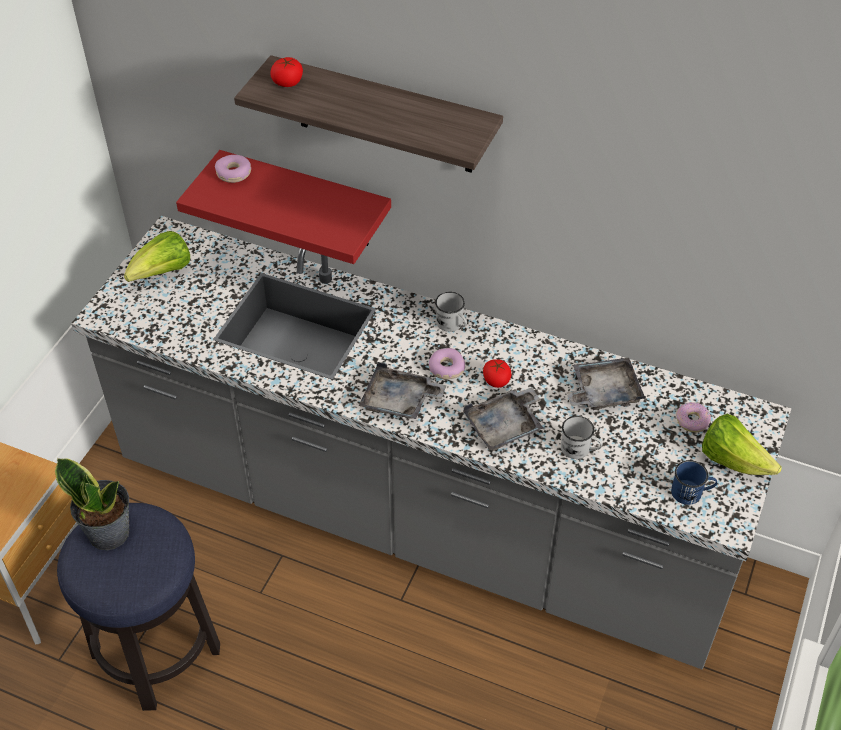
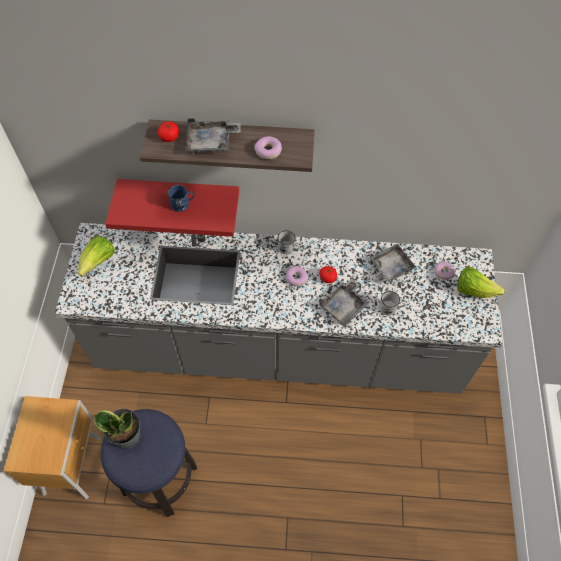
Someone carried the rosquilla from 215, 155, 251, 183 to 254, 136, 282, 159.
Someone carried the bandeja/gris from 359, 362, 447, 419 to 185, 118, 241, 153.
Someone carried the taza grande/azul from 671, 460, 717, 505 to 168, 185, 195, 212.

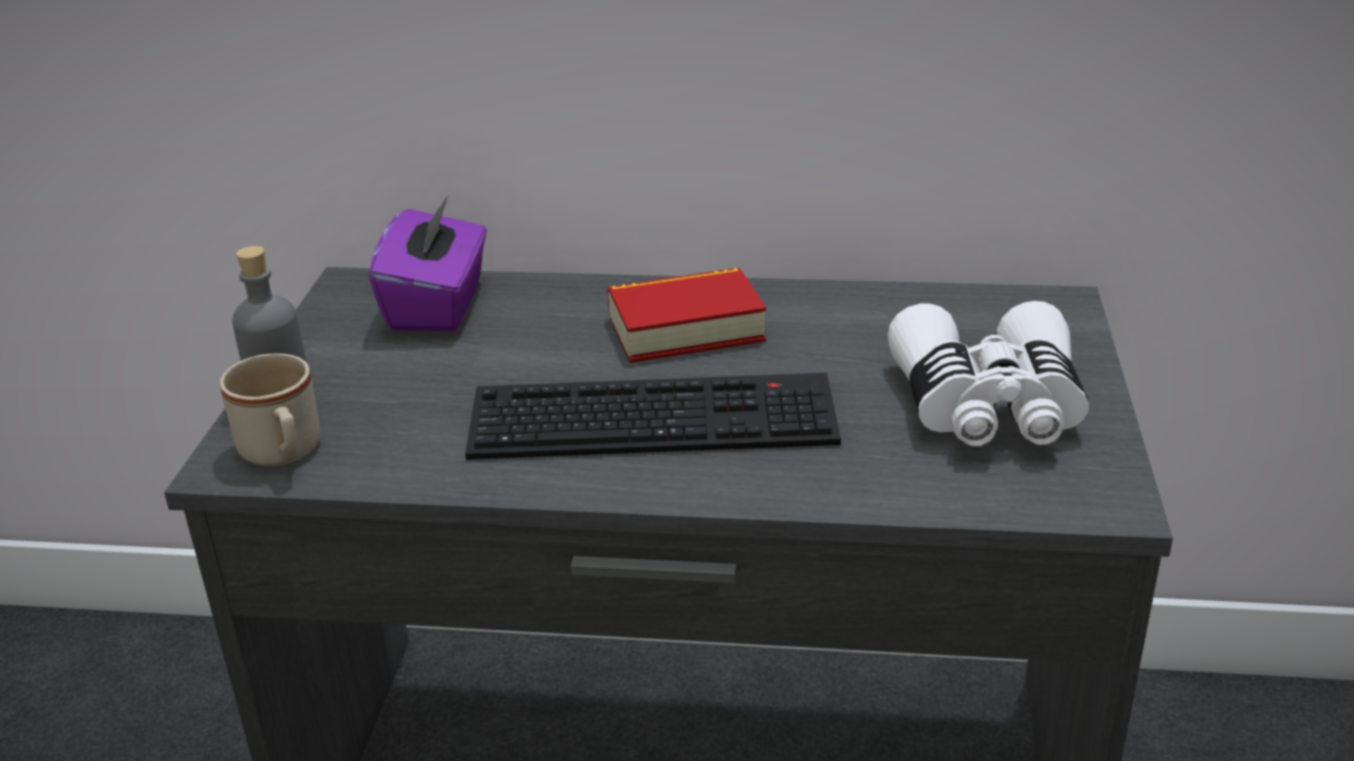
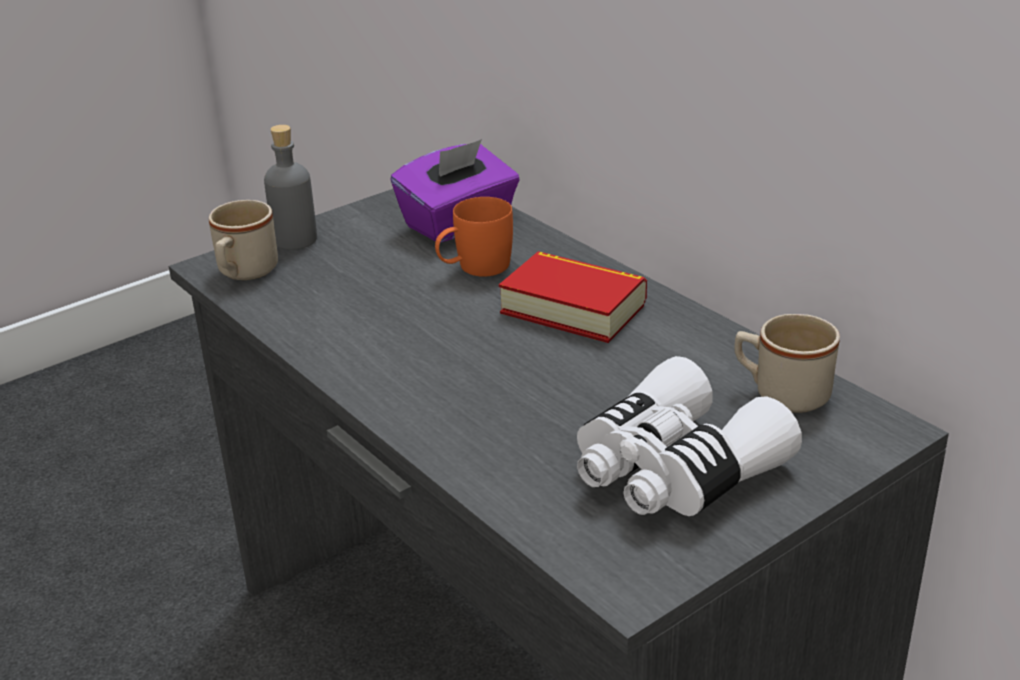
Someone took away the teclado at 465, 373, 841, 460.
Someone put down the taza grande/naranja at 435, 197, 513, 277.
Someone put down the taza grande/beis at 734, 314, 840, 413.

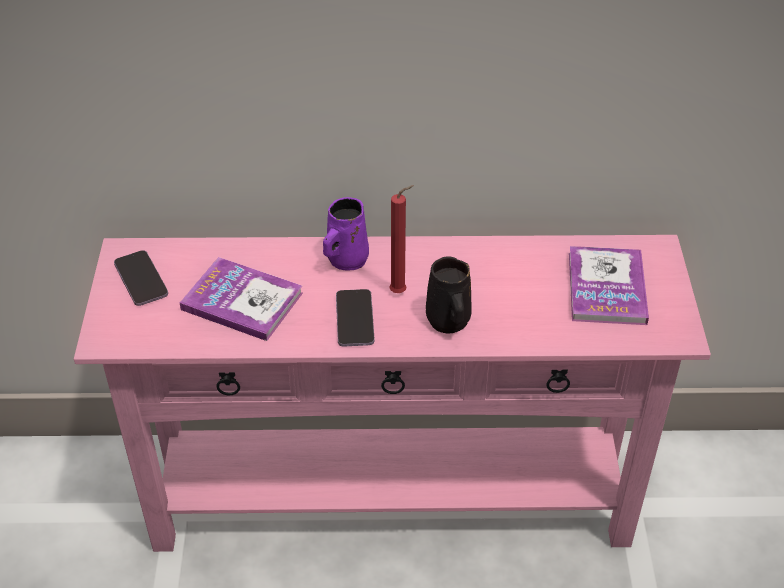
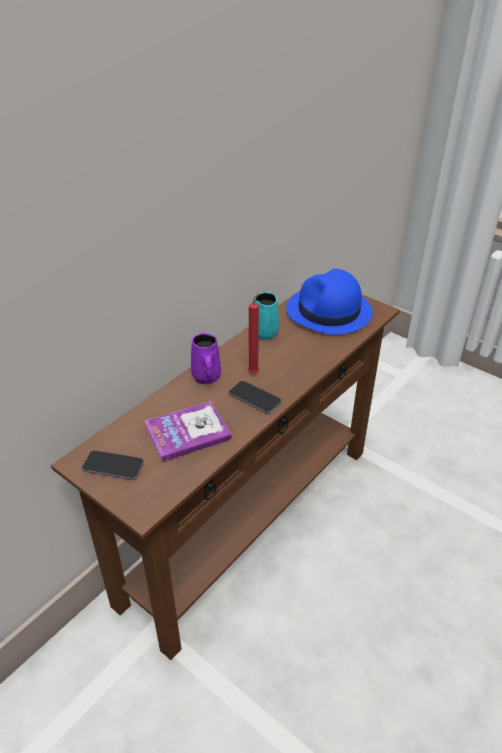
Someone took away the taza grande/negro at 426, 256, 472, 334.
Someone put down the taza grande/turquesa at 255, 292, 279, 340.
Someone swapped the libro at 569, 246, 649, 325 for the sombrero/azul at 286, 269, 373, 335.
Someone repainted the mesa consola/rosa at 74, 235, 711, 552, which became the mesa consola/marrón at 51, 290, 400, 660.

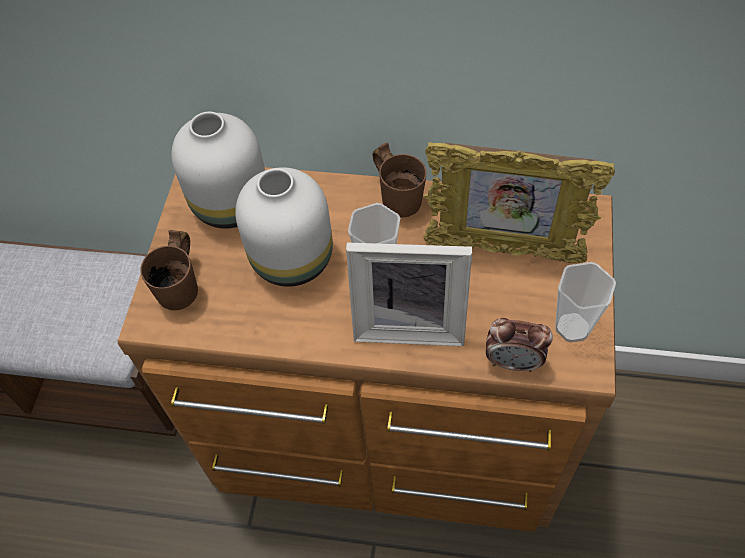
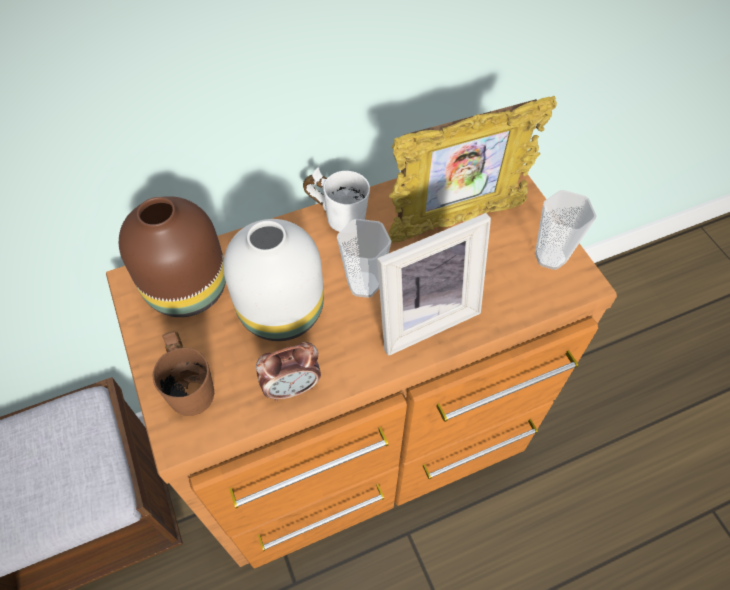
Someone carried the despertador from 486, 318, 553, 372 to 256, 342, 321, 401.
Someone repainted the florero/blanco at 171, 112, 265, 229, which became the florero/marrón at 119, 196, 226, 317.
Someone repainted the taza grande/marrón at 372, 143, 427, 217, which became the taza grande/blanco at 303, 167, 370, 232.

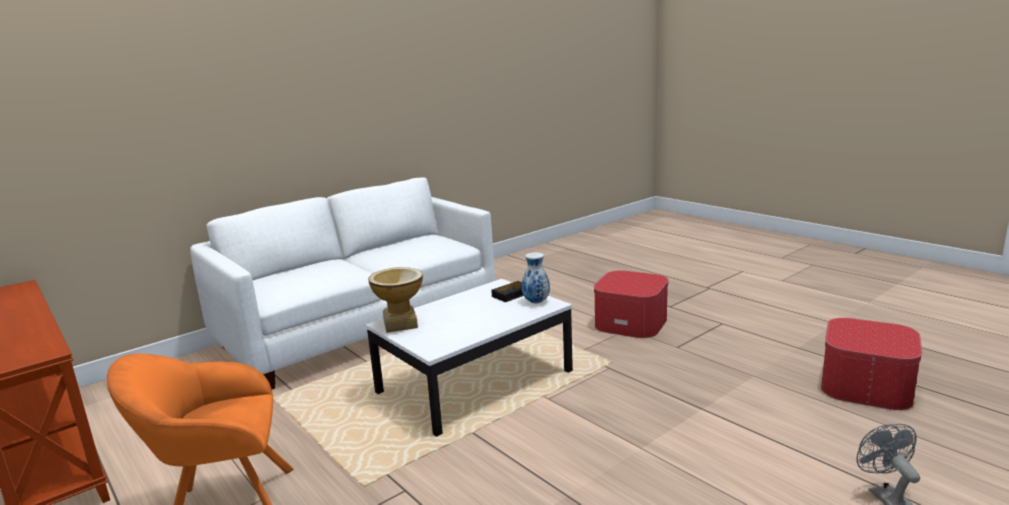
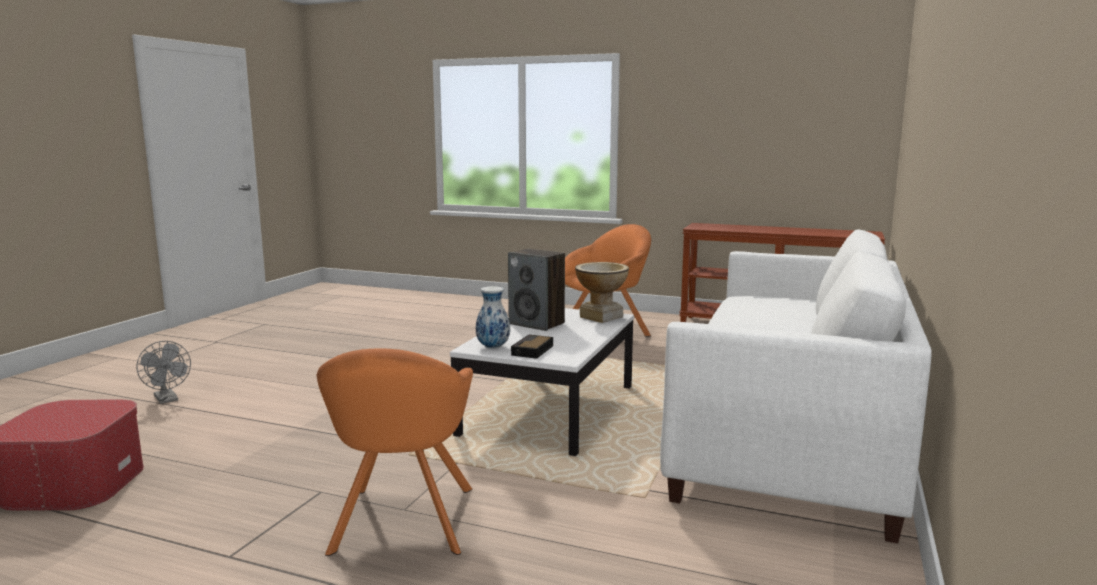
Someone put down the altavoz at 508, 249, 565, 331.
Someone swapped the puf at 594, 270, 669, 338 for the sillón/naranja at 317, 348, 473, 556.

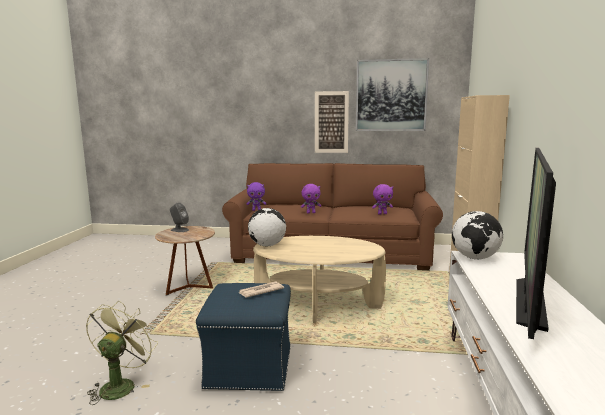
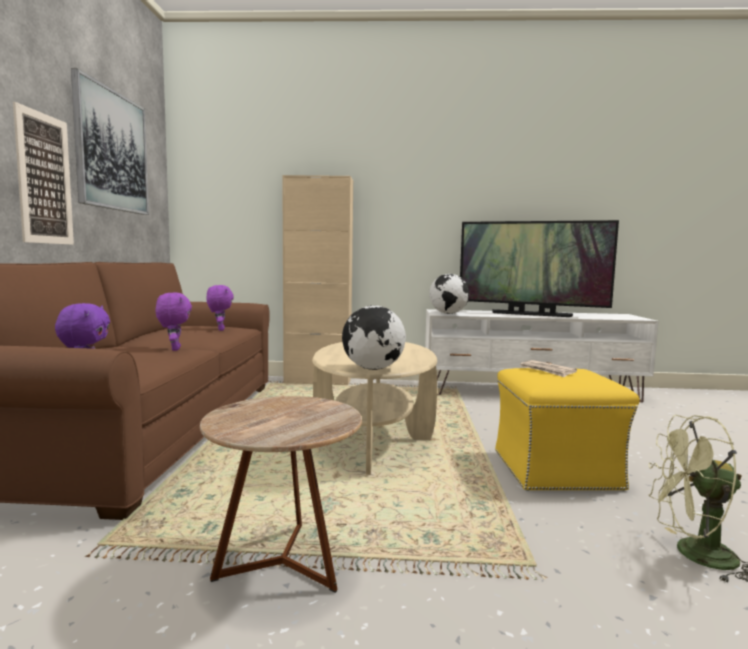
Someone took away the altavoz/gris at 170, 202, 189, 232.
Someone repainted the puf/azul at 196, 283, 291, 391, which became the puf/amarillo at 495, 368, 640, 491.

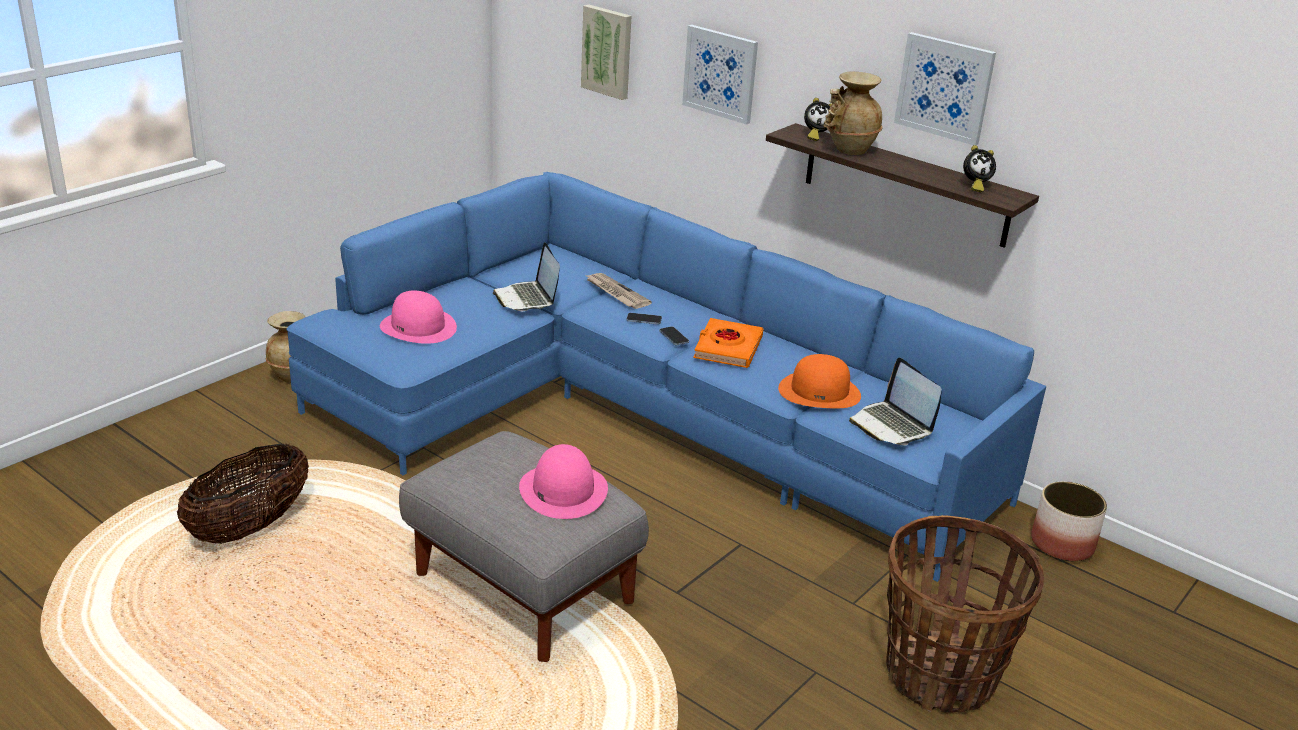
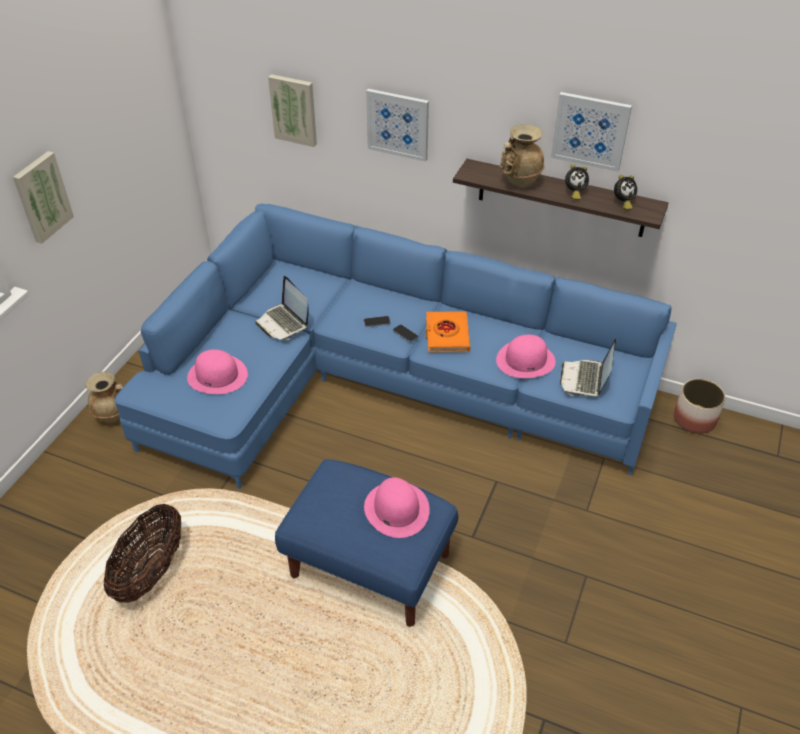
Someone took away the periódico at 586, 273, 652, 309.
Someone took away the cesta at 886, 515, 1044, 713.
Someone put up the cuadro at 13, 151, 74, 244.
Someone carried the despertador from 804, 98, 832, 141 to 565, 164, 589, 200.
Someone repainted the puf/gris at 399, 431, 649, 662, which became the puf/azul at 275, 459, 458, 627.
Someone repainted the sombrero/naranja at 778, 354, 861, 408, which became the sombrero/rosa at 496, 335, 555, 378.
Someone rotated the portátil at 849, 358, 942, 446 by 60 degrees clockwise.

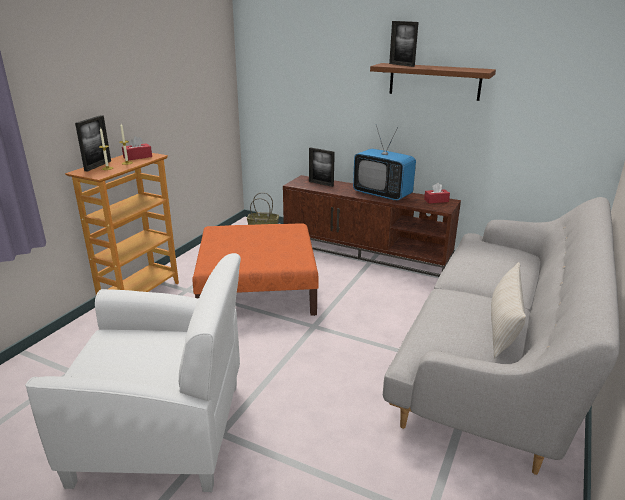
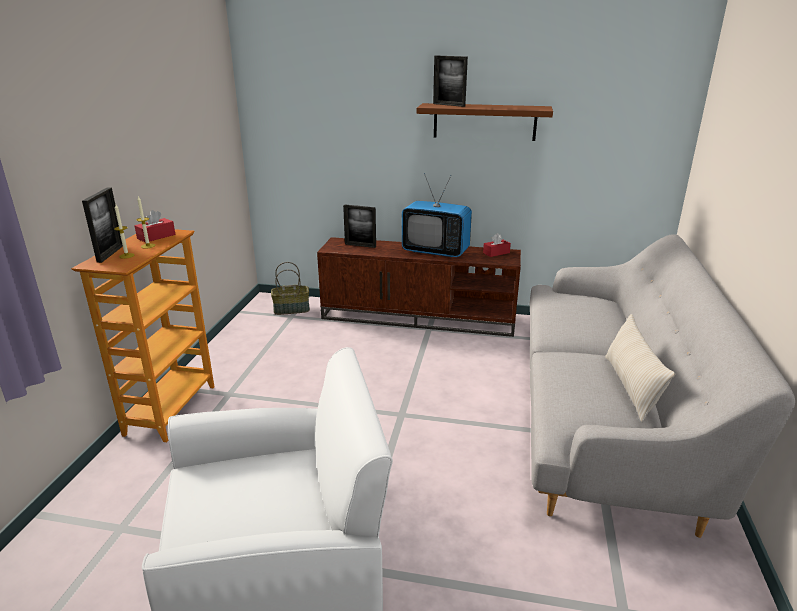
Someone took away the puf/naranja at 192, 223, 319, 316.

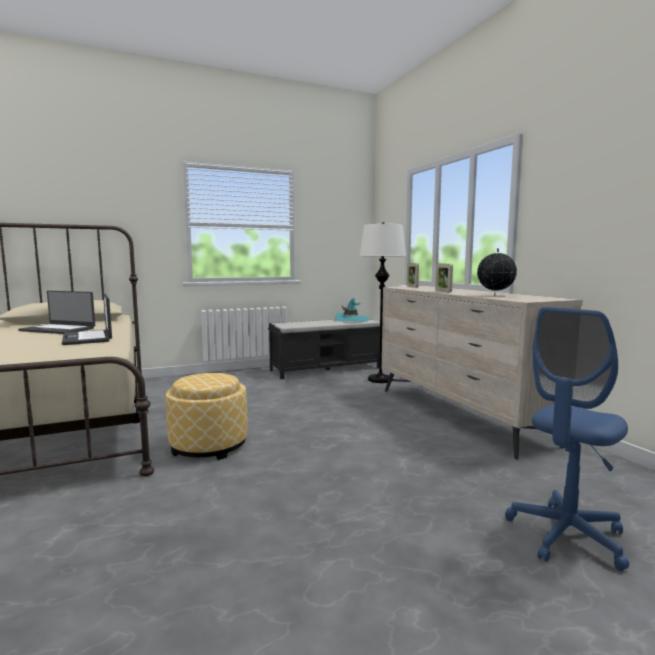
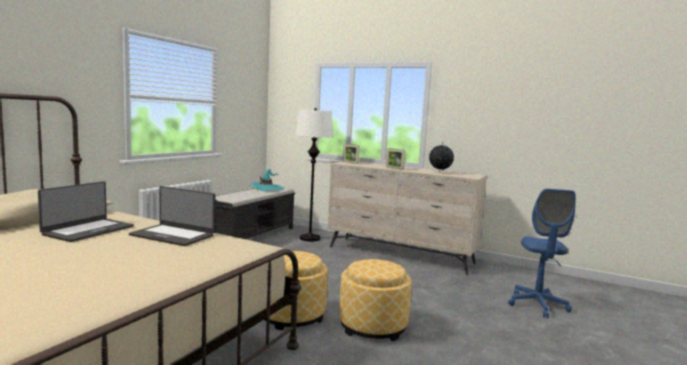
Someone put down the puf at 339, 259, 412, 341.
Someone rotated the portátil at 18, 291, 95, 334 by 45 degrees counterclockwise.

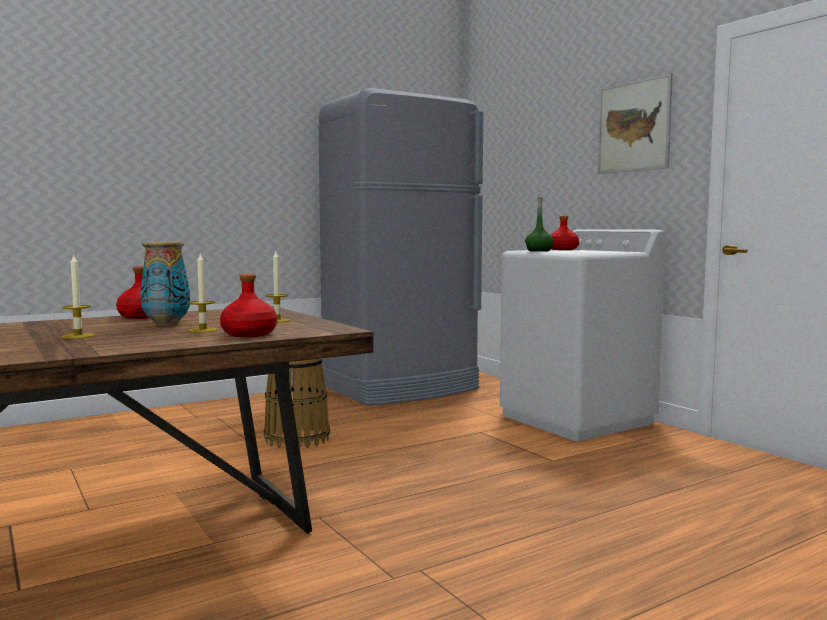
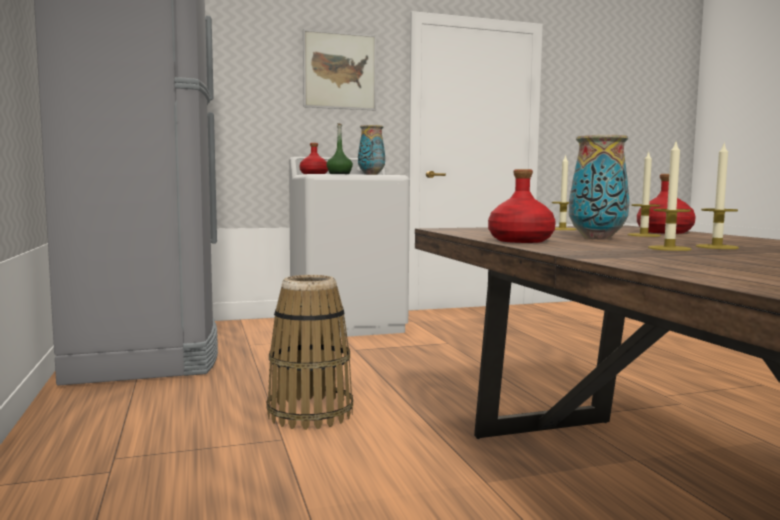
Someone put down the florero at 358, 125, 385, 175.
Someone put down the vela at 648, 142, 692, 251.

